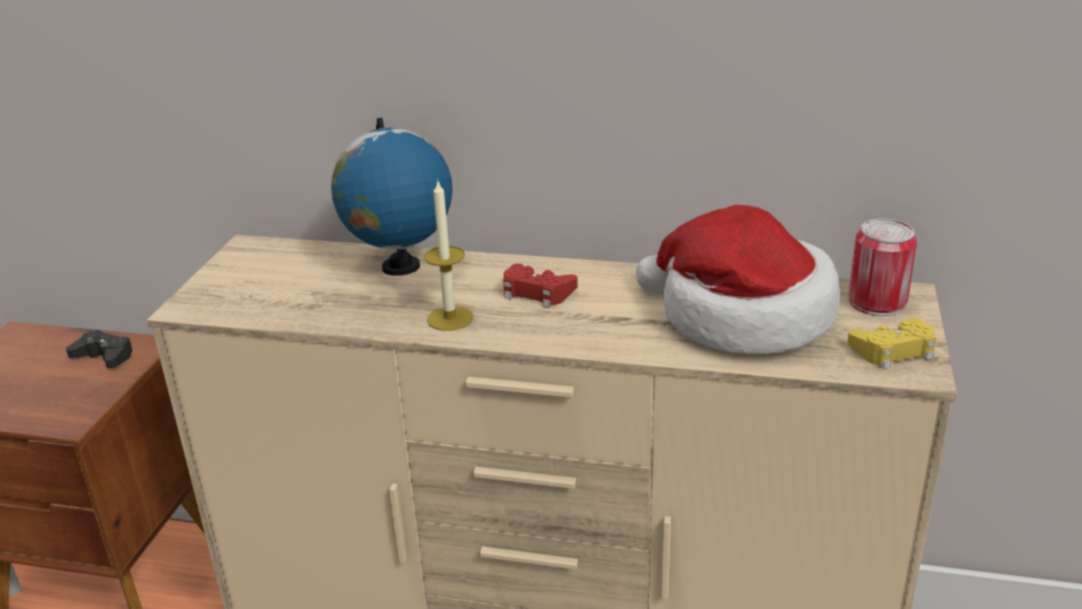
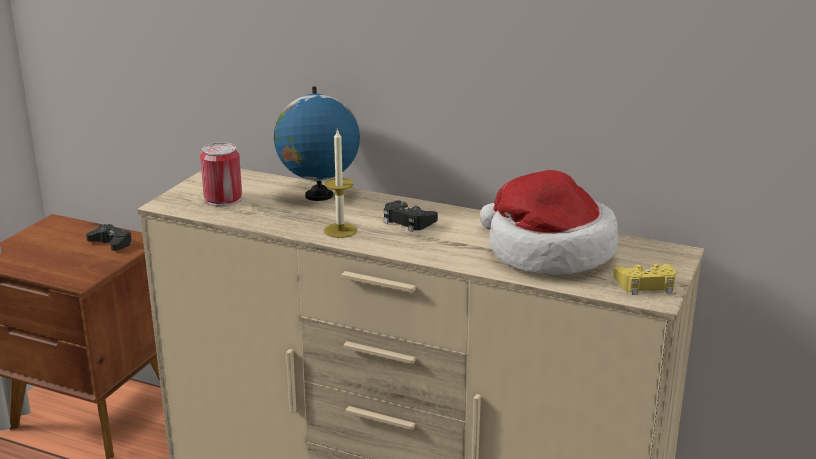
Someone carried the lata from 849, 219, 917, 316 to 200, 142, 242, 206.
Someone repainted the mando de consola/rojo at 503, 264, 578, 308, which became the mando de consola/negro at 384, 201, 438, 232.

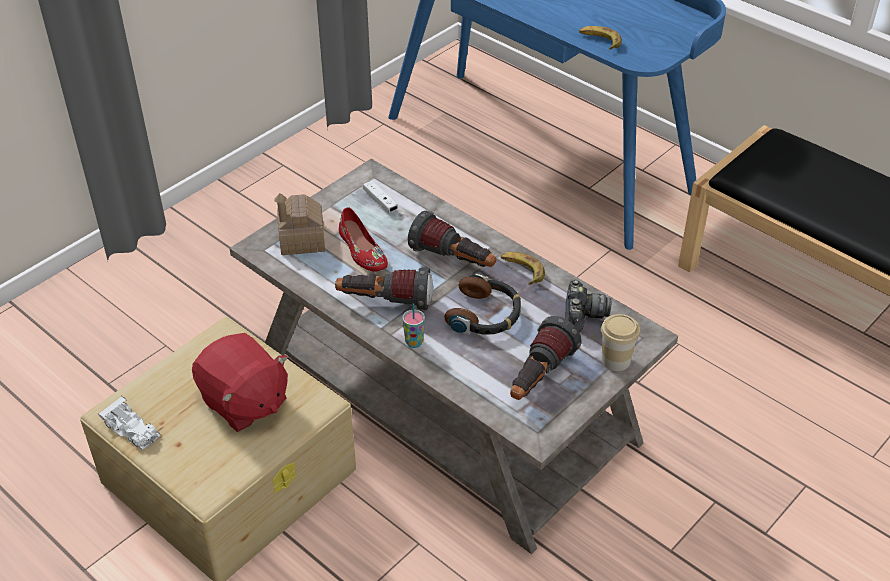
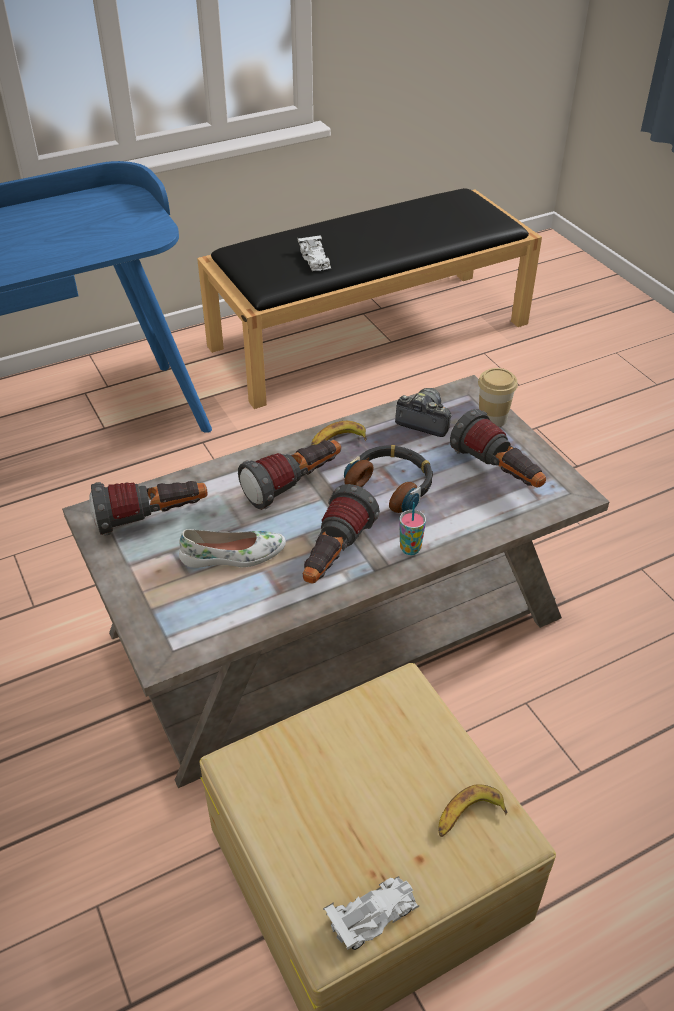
Someone took away the peluche/rojo at 192, 333, 288, 432.
Someone took away the casita at 274, 193, 325, 255.
Someone put down the coche de juguete/blanco at 297, 235, 331, 272.
Someone carried the plátano from 579, 26, 622, 50 to 438, 784, 507, 837.
Someone swapped the mando de consola/blanco at 363, 181, 398, 212 for the linterna at 89, 481, 208, 535.
Someone repainted the zapato/rojo at 339, 207, 388, 272, which became the zapato/blanco at 179, 529, 286, 568.

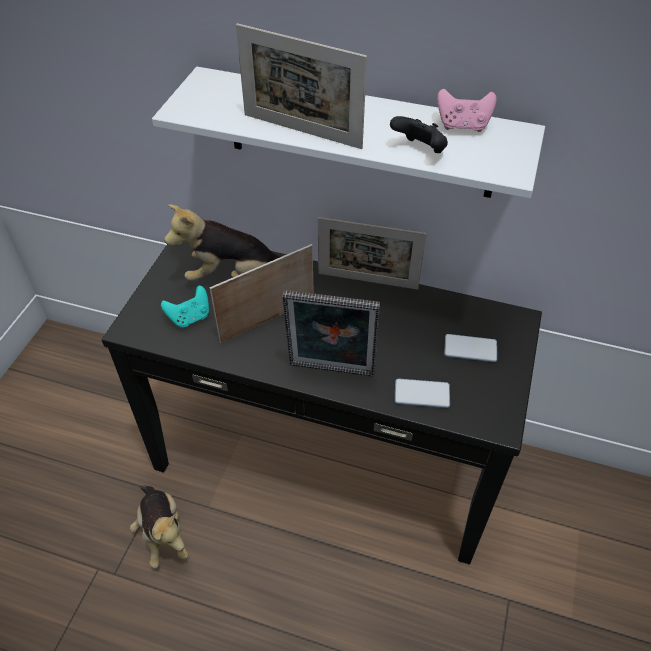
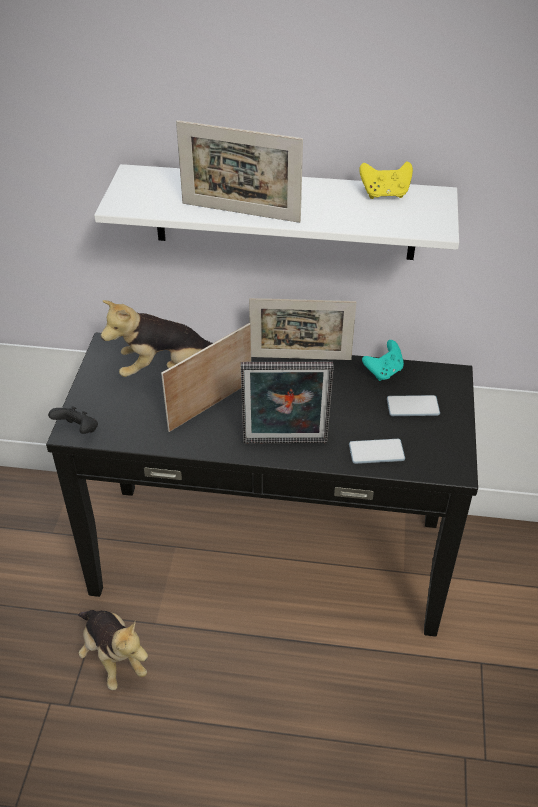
Someone carried the mando de consola/turquesa from 161, 286, 209, 327 to 362, 340, 404, 381.
Someone carried the mando de consola/negro from 390, 116, 448, 153 to 48, 406, 98, 434.
Someone repainted the mando de consola/rosa at 437, 89, 497, 132, which became the mando de consola/amarillo at 359, 161, 413, 199.

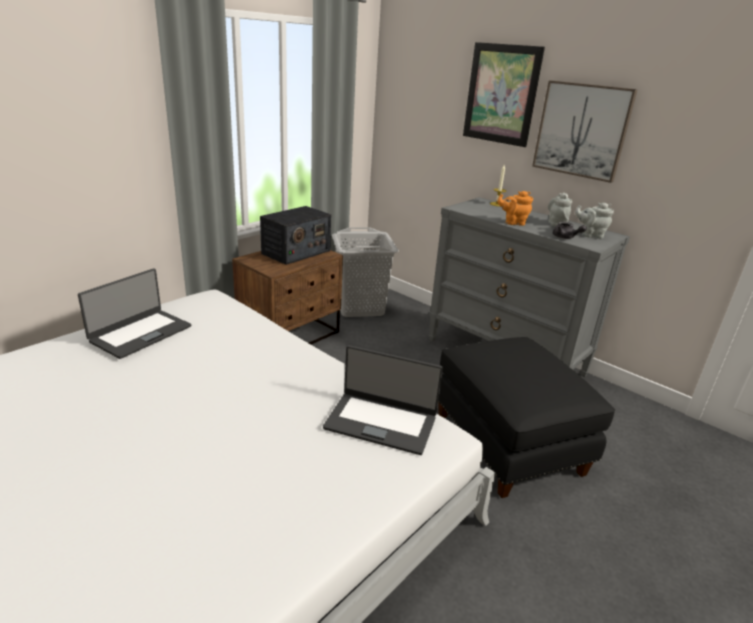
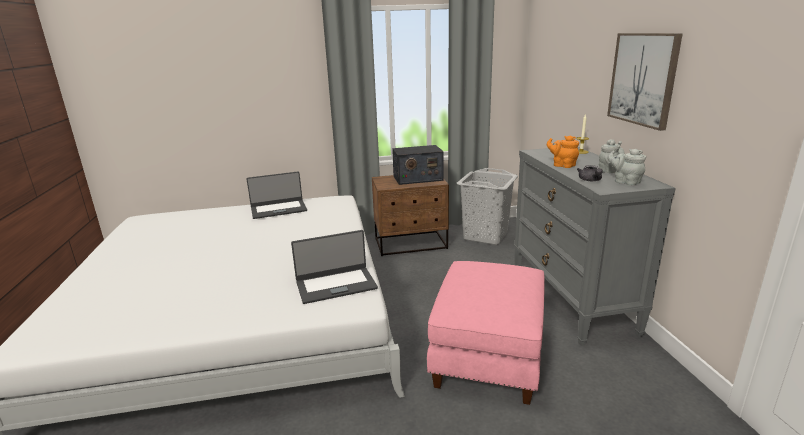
Someone took away the cuadro at 463, 42, 545, 147.
Someone repainted the puf/negro at 438, 337, 615, 498, which became the puf/rosa at 427, 261, 545, 405.
Someone rotated the portátil at 323, 345, 443, 455 by 75 degrees counterclockwise.

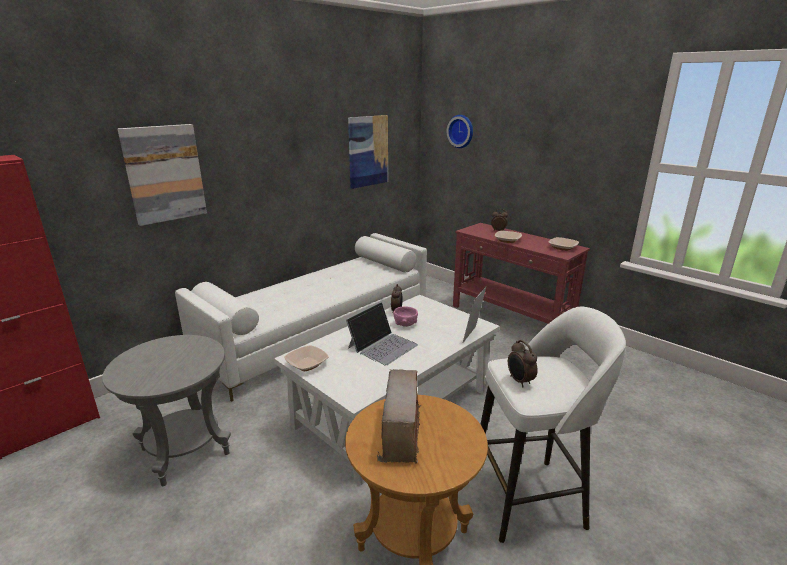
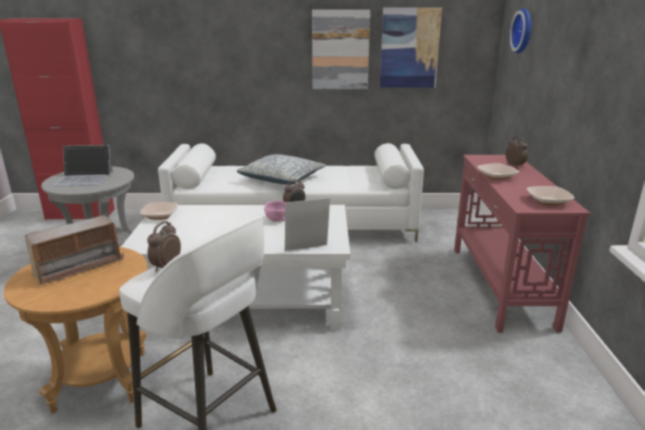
Someone put down the cojín at 237, 154, 326, 185.
Someone carried the cuadro from 118, 124, 207, 226 to 312, 10, 370, 89.
Someone carried the portátil from 346, 302, 418, 366 to 53, 145, 113, 187.

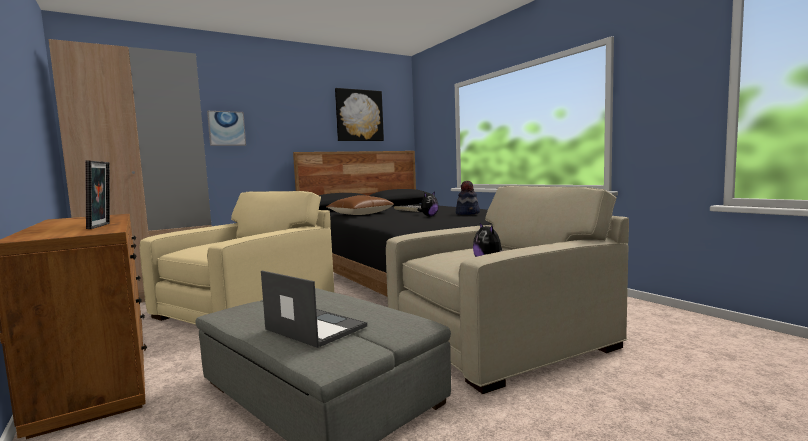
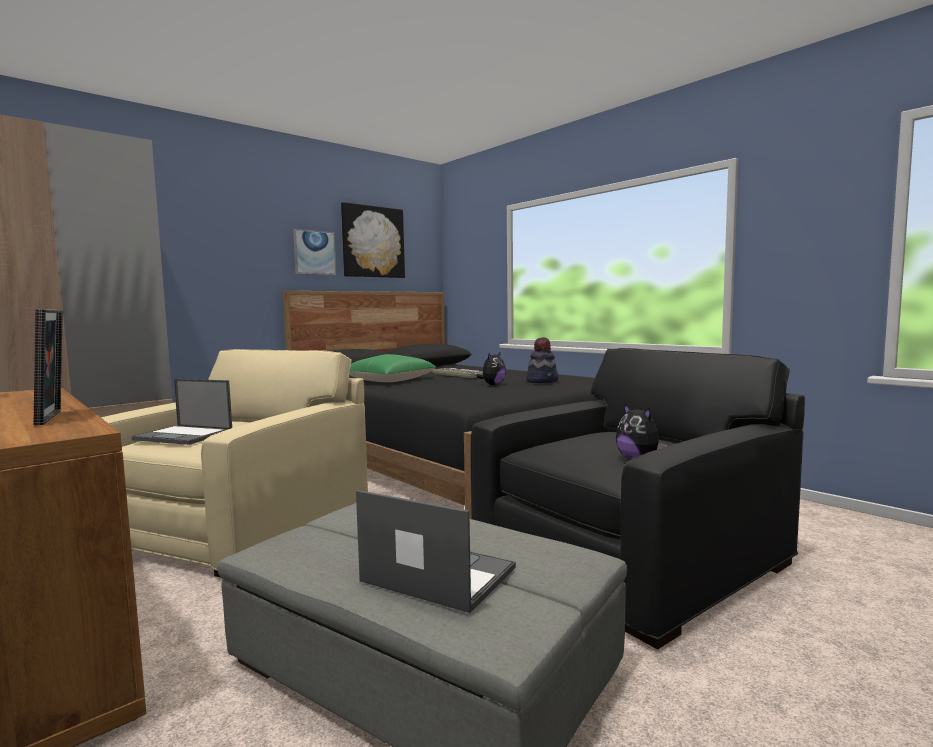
Someone put down the portátil at 131, 379, 232, 445.
Someone carried the cuadro from 207, 111, 246, 146 to 293, 229, 336, 275.
Someone repainted the cojín/marrón at 326, 195, 394, 215, which became the cojín/verde at 349, 354, 436, 382.
Someone repainted the sillón/beis at 386, 186, 629, 394, which became the sillón/negro at 471, 348, 805, 649.

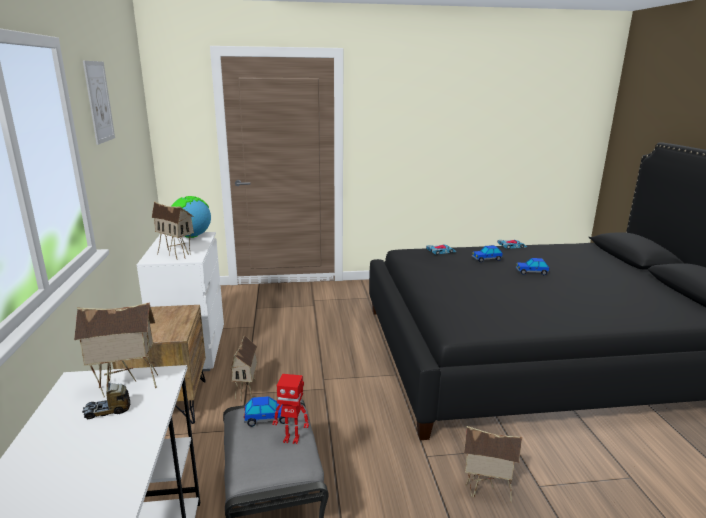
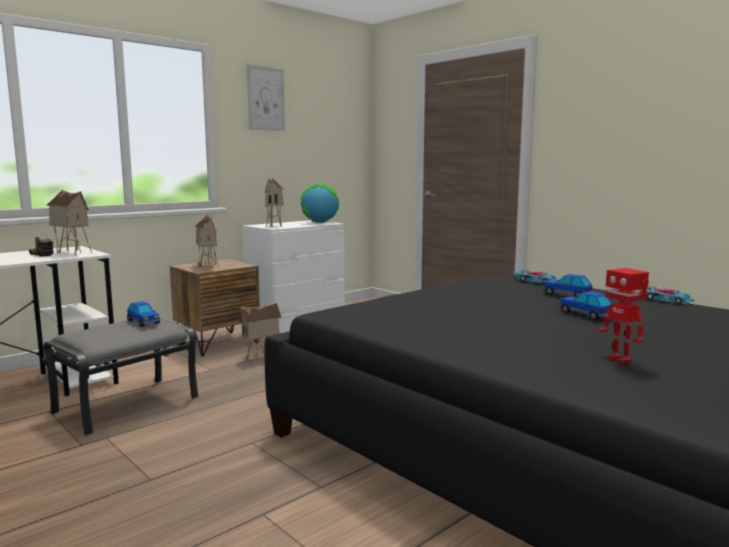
Someone carried the robot de juguete from 273, 374, 309, 444 to 599, 268, 649, 364.
Someone carried the casita from 464, 426, 523, 503 to 194, 215, 219, 270.

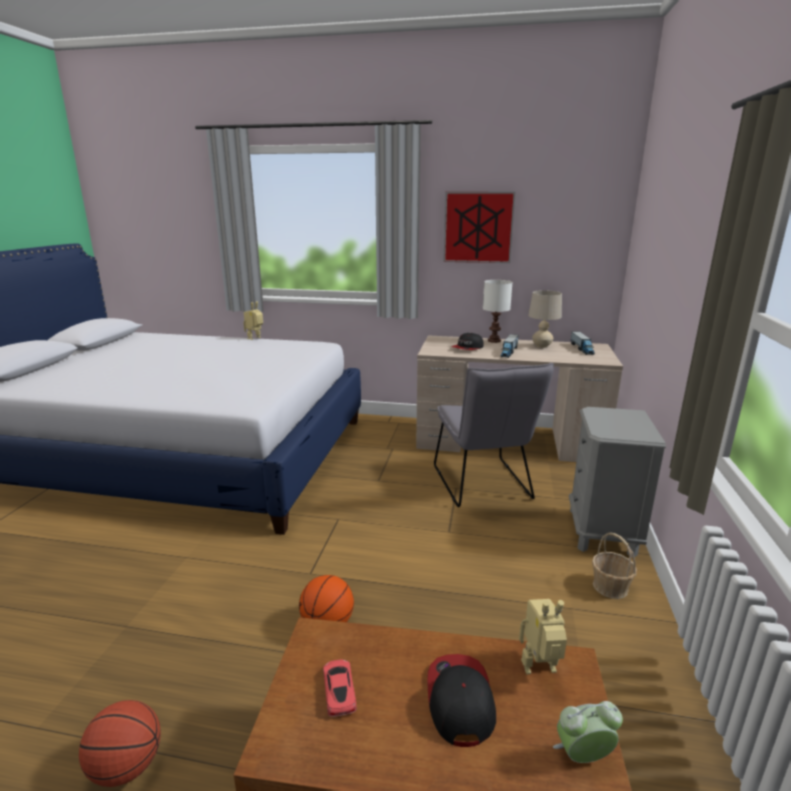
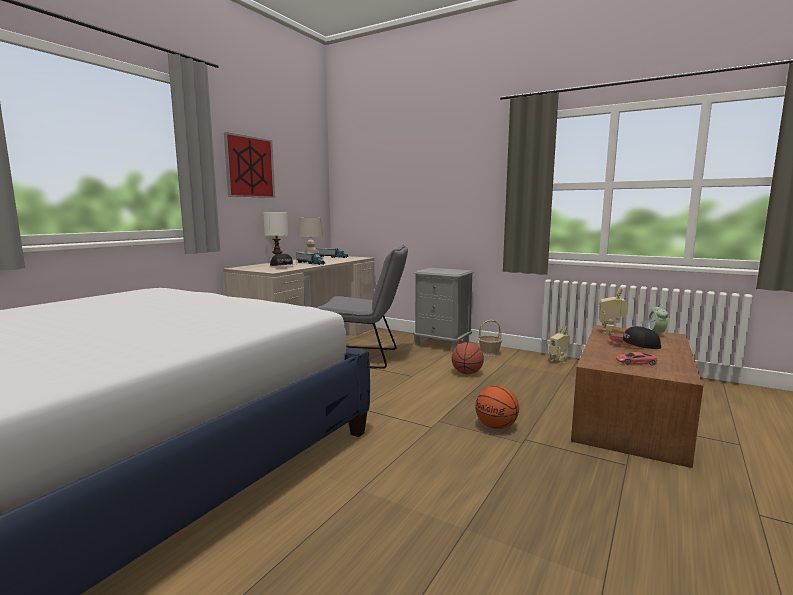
Someone carried the balón de baloncesto from 79, 700, 161, 787 to 452, 342, 484, 374.
Someone carried the robot de juguete from 243, 302, 263, 340 to 548, 325, 570, 365.

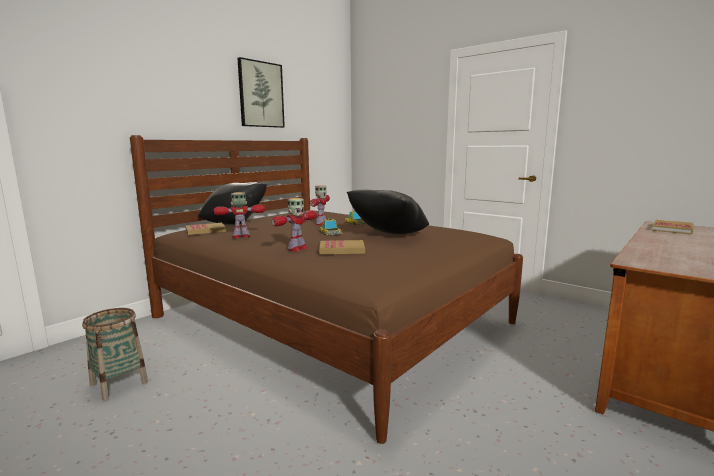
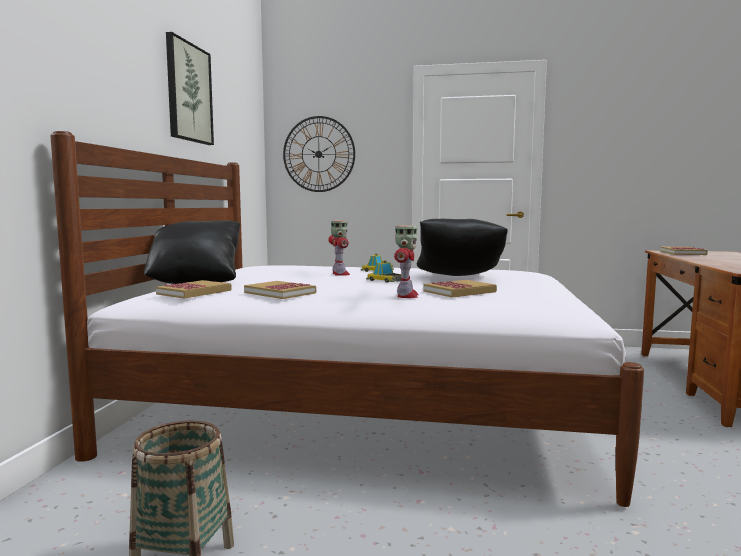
Someone put up the reloj de pared at 283, 116, 355, 192.
Someone swapped the robot de juguete at 214, 192, 265, 238 for the libro at 244, 281, 316, 299.
Someone repainted the cama/marrón at 130, 135, 523, 444, which became the cama/blanco at 50, 131, 644, 507.

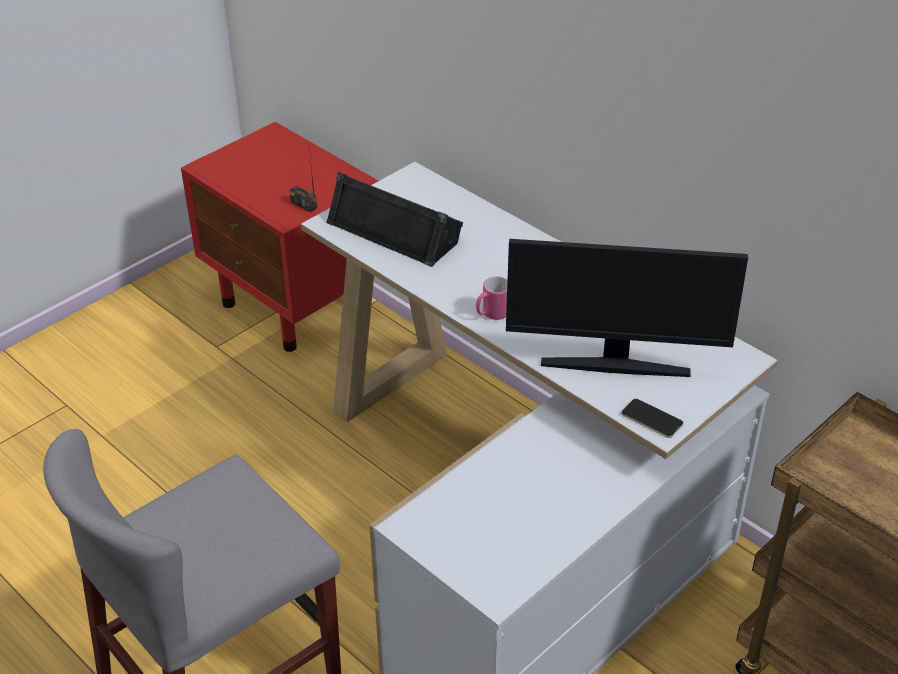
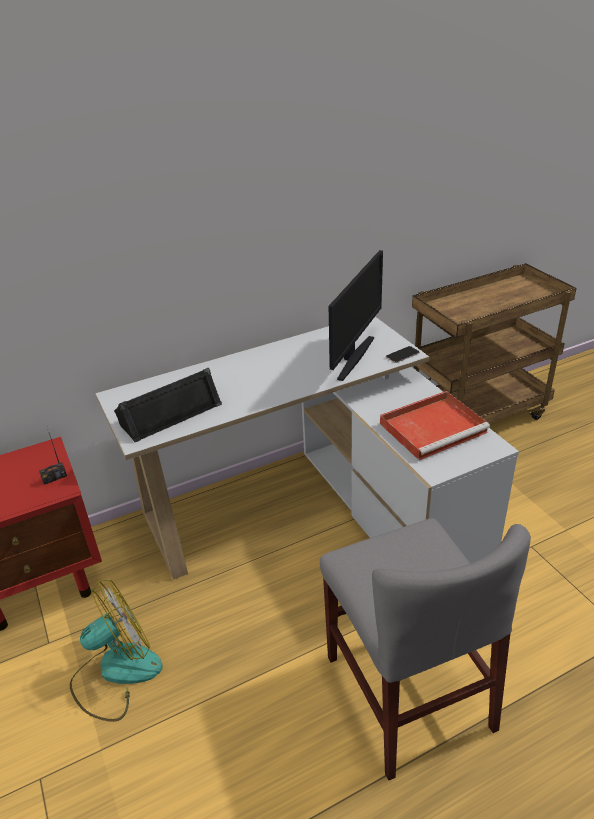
Someone took away the taza grande/rosa at 476, 276, 508, 320.
Someone put down the ventilador at 70, 580, 163, 722.
Someone put down the bandeja/rojo at 380, 391, 490, 460.

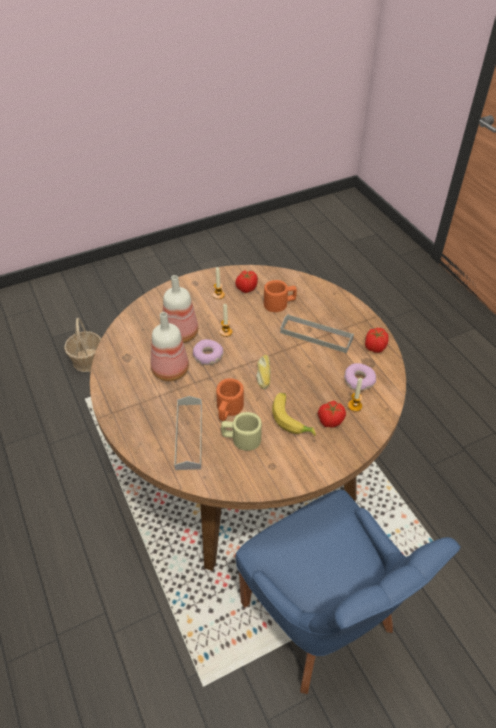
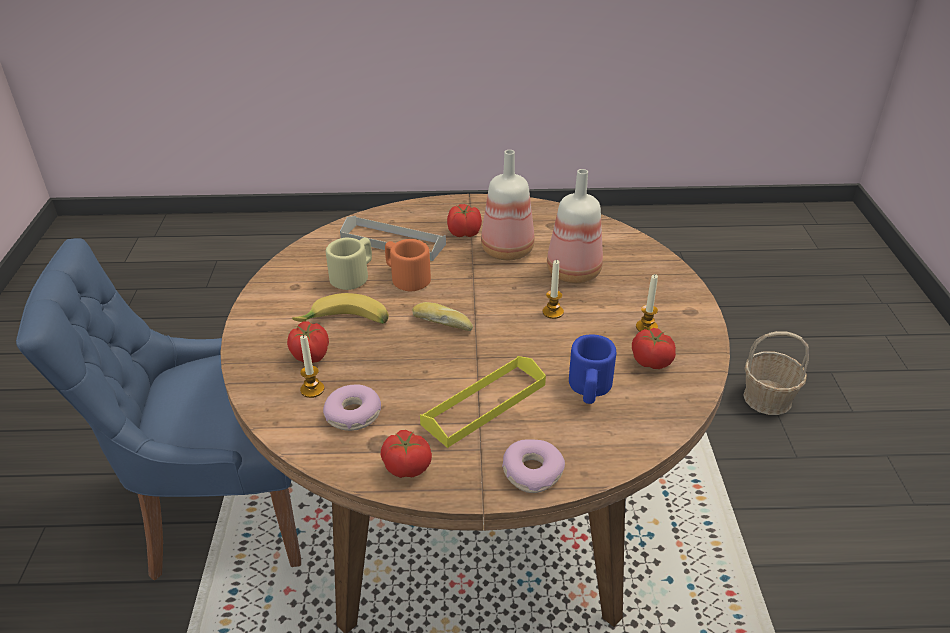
Someone put down the tomate at 447, 204, 482, 237.
Someone carried the rosquilla from 193, 339, 223, 365 to 502, 439, 565, 493.
Someone repainted the taza grande/naranja at 264, 280, 297, 312, which became the taza grande/azul at 569, 334, 616, 404.
Someone repainted the bandeja/gris at 280, 314, 354, 353, which became the bandeja/amarillo at 420, 356, 546, 448.

